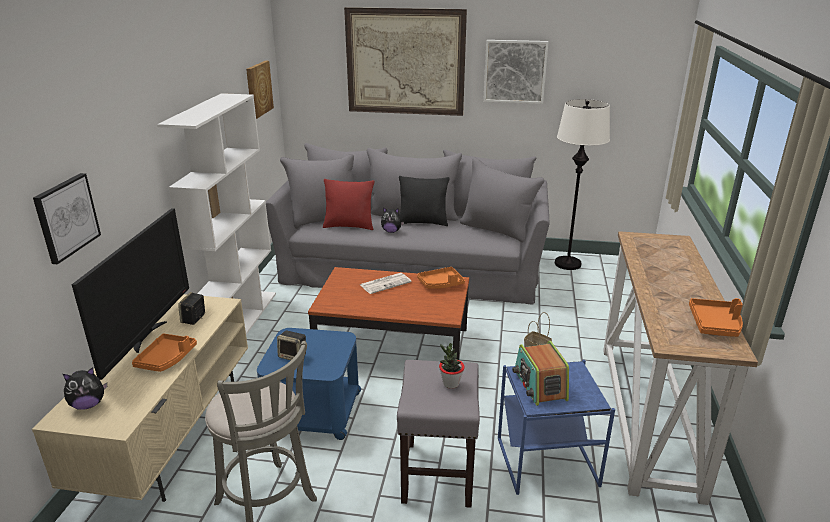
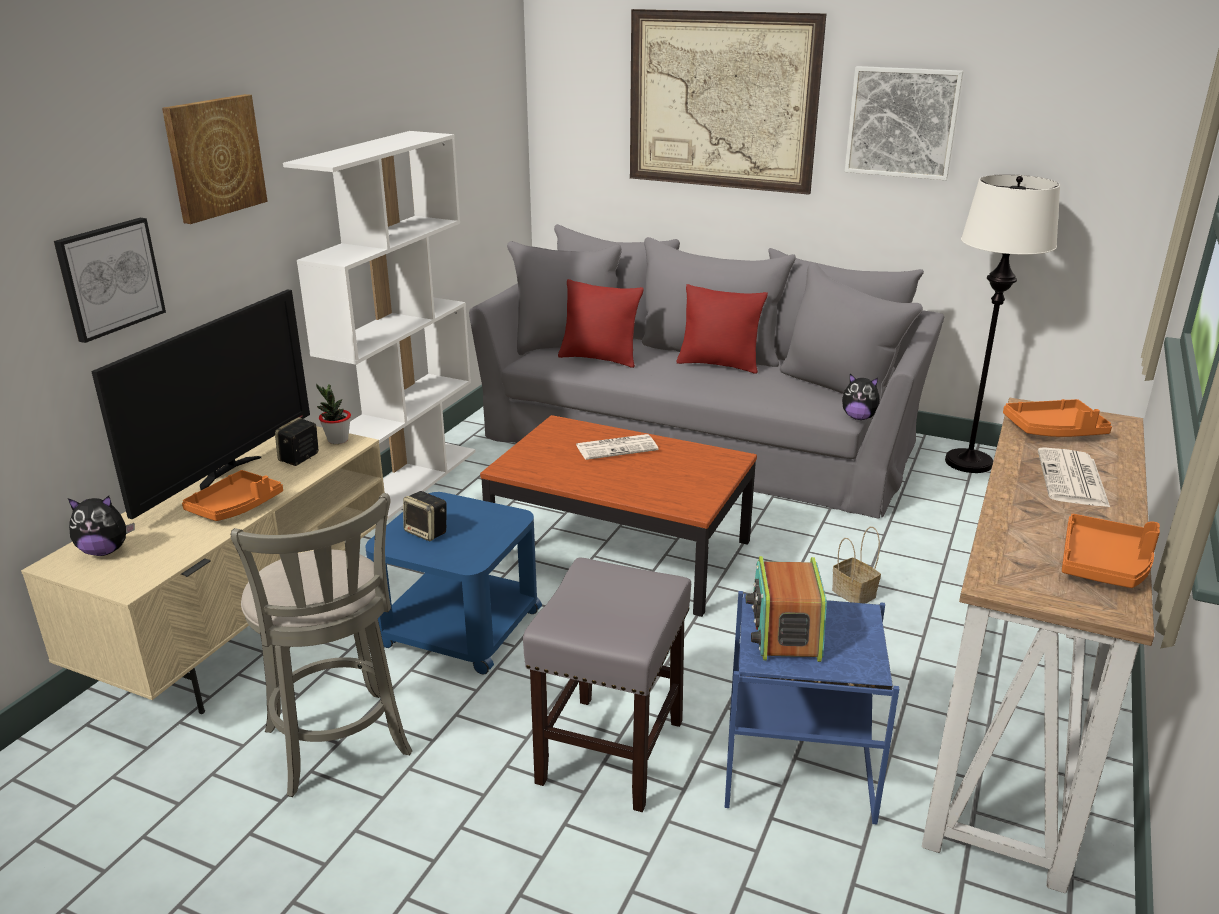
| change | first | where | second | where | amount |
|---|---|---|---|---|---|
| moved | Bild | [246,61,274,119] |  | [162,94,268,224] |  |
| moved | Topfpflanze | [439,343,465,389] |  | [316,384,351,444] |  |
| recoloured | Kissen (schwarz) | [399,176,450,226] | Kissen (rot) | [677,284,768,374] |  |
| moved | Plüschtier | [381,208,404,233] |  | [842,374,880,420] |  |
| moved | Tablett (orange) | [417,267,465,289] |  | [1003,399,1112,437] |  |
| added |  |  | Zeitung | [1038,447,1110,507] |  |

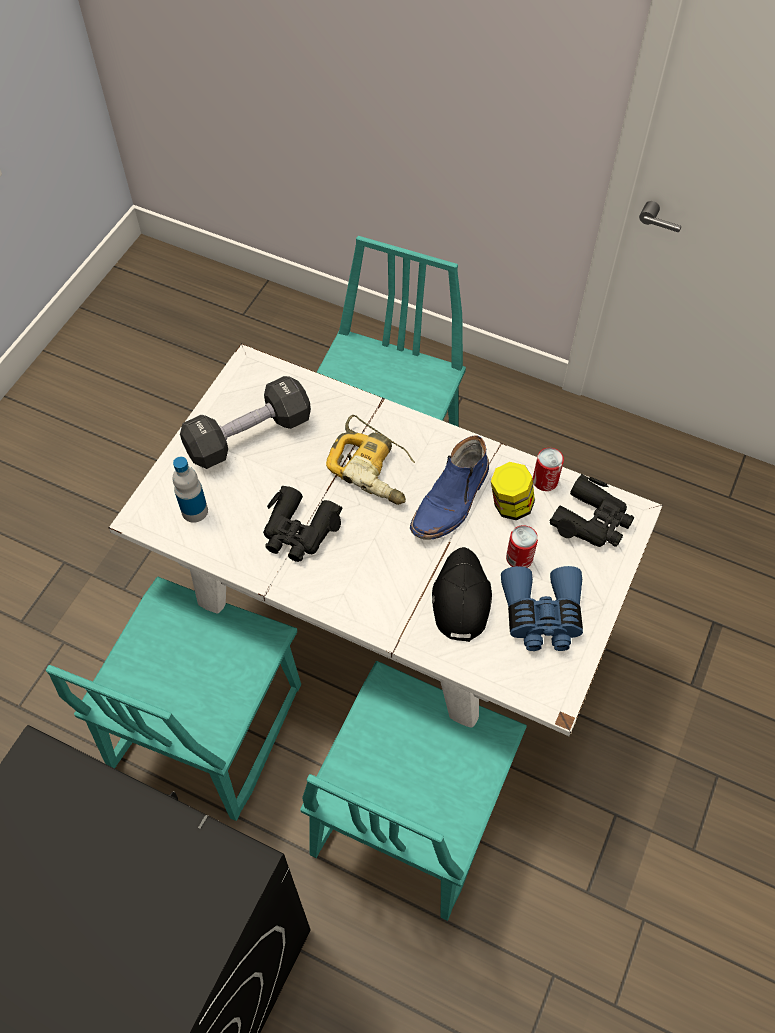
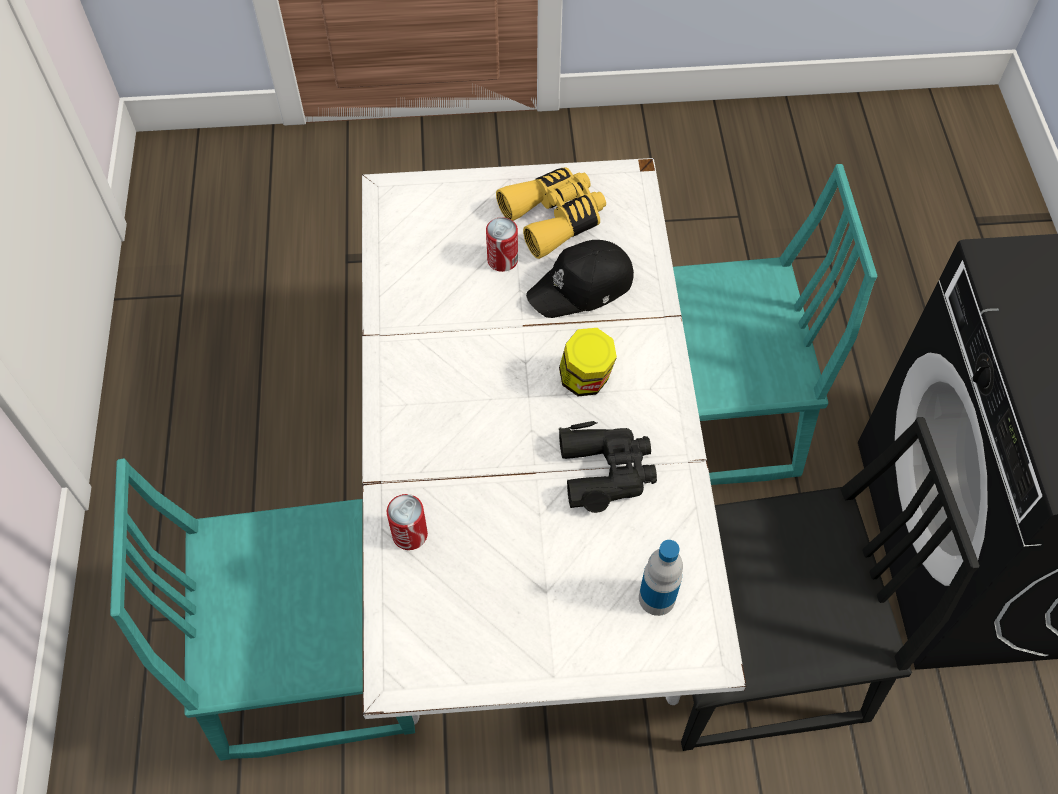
| change | first | where | second | where | amount |
|---|---|---|---|---|---|
| moved | Dose | [533,448,564,491] |  | [387,494,428,550] |  |
| recoloured | Fernglas (blau) | [501,566,583,651] | Fernglas (gelb) | [496,167,606,259] |  |
| moved | Vorratsglas | [491,462,535,520] |  | [559,328,617,396] |  |
| recoloured | Stuhl (türkis) | [46,577,301,821] | Stuhl (schwarz) | [681,417,980,751] |  |
| removed | Hantel (schwarz) | [180,376,311,469] |  |  |  |
| removed | Bohrmaschine | [326,415,415,505] |  |  |  |
| removed | Stiefel (blau) | [410,435,489,540] |  |  |  |
| removed | Fernglas (schwarz) | [550,474,634,547] |  |  |  |

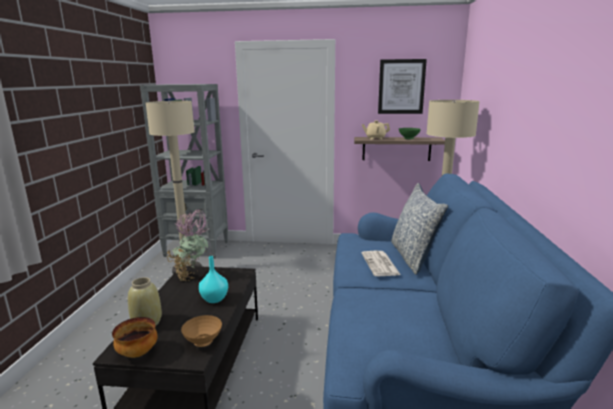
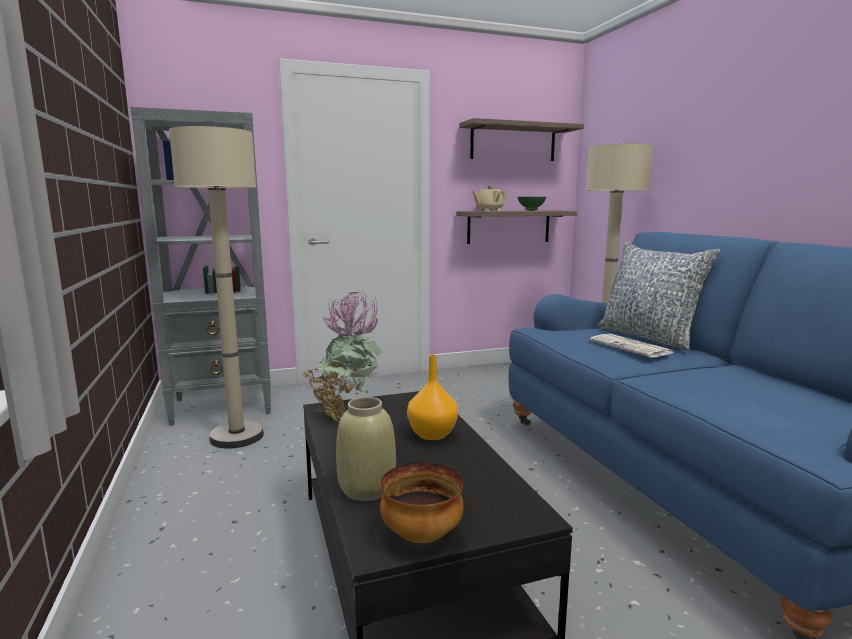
| change | first | where | second | where | amount |
|---|---|---|---|---|---|
| recoloured | Vase (türkis) | [199,256,228,303] | Vase (orange) | [407,355,458,440] |  |
| replaced | Bild | [378,59,427,114] | Wandregal | [459,118,584,161] |  |
| removed | Schüssel (braun) | [181,315,222,347] |  |  |  |

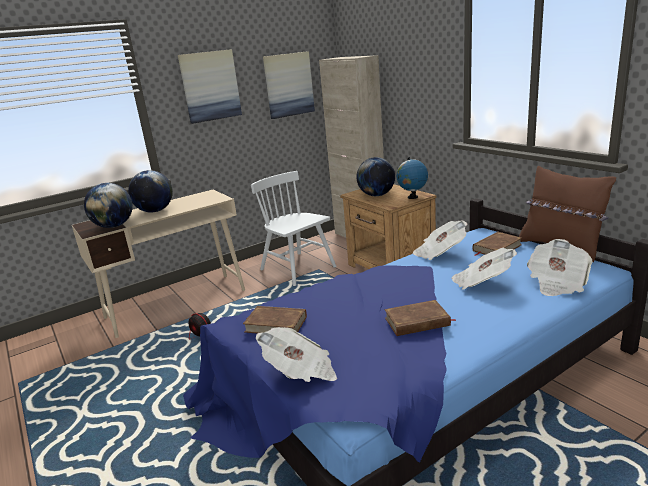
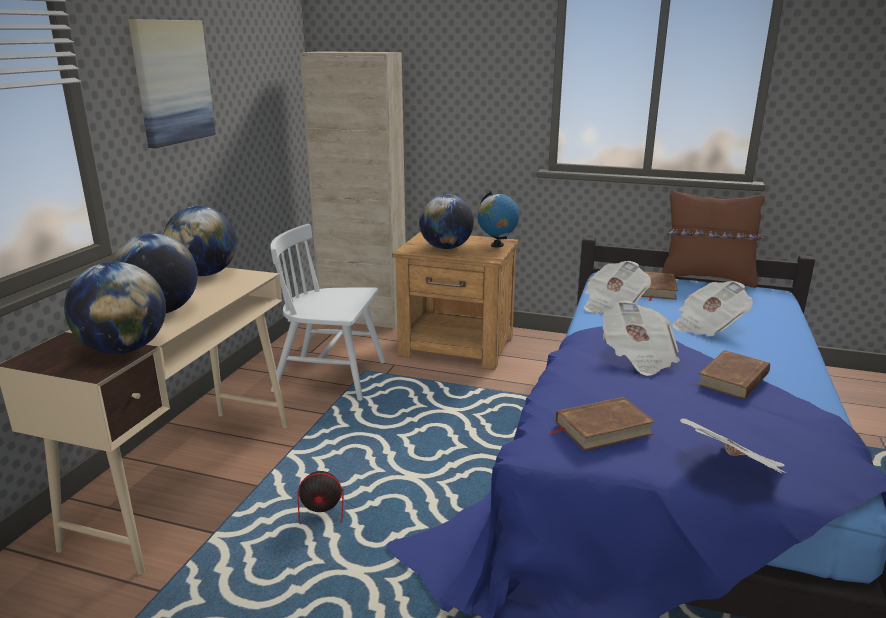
| change | first | where | second | where | amount |
|---|---|---|---|---|---|
| added |  |  | Globus | [163,206,237,276] |  |
| moved | Zeitung | [527,239,593,296] |  | [602,300,680,376] |  |
| removed | Bild | [263,51,315,119] |  |  |  |

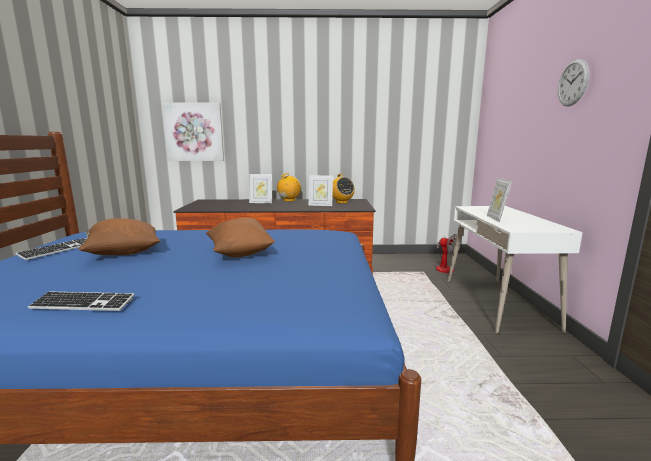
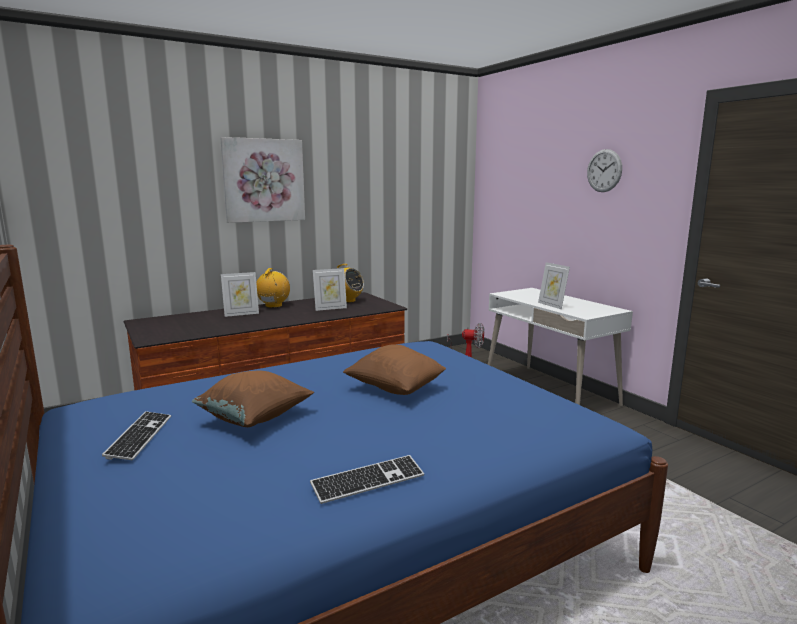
| change | first | where | second | where | amount |
|---|---|---|---|---|---|
| moved | Bild | [162,102,224,161] |  | [220,137,305,223] |  |

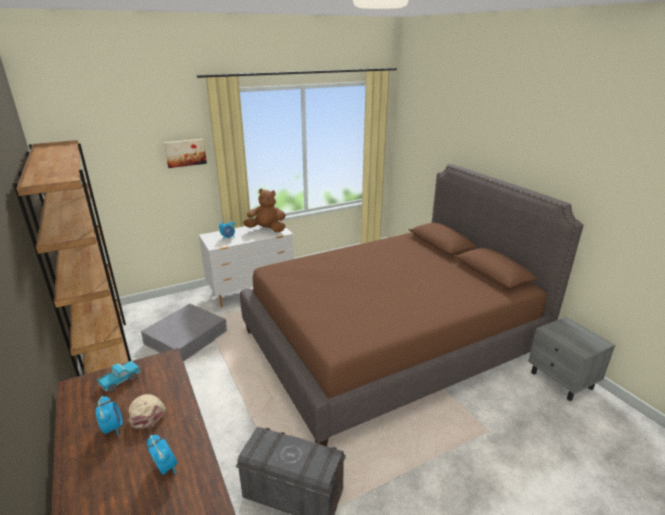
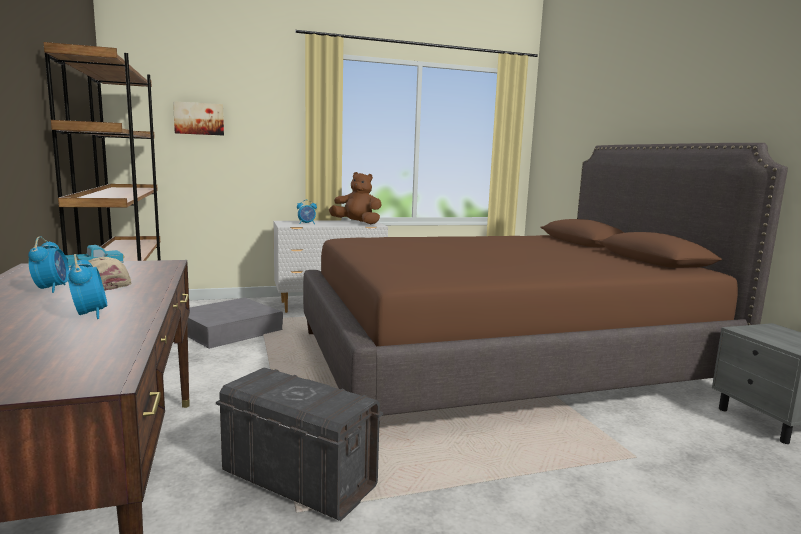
| change | first | where | second | where | amount |
|---|---|---|---|---|---|
| moved | Bild | [164,139,207,168] |  | [173,101,224,136] |  |

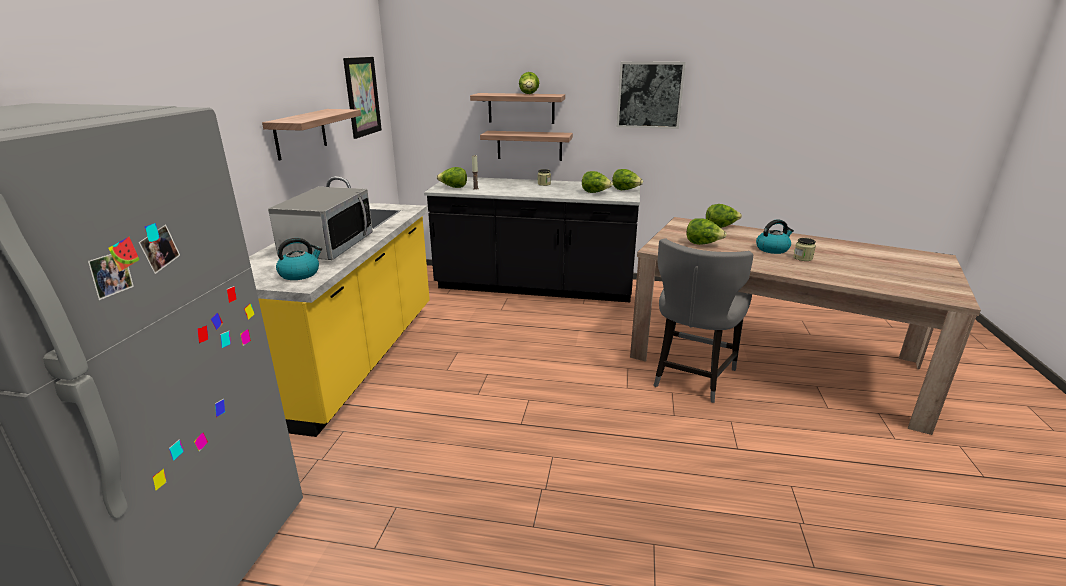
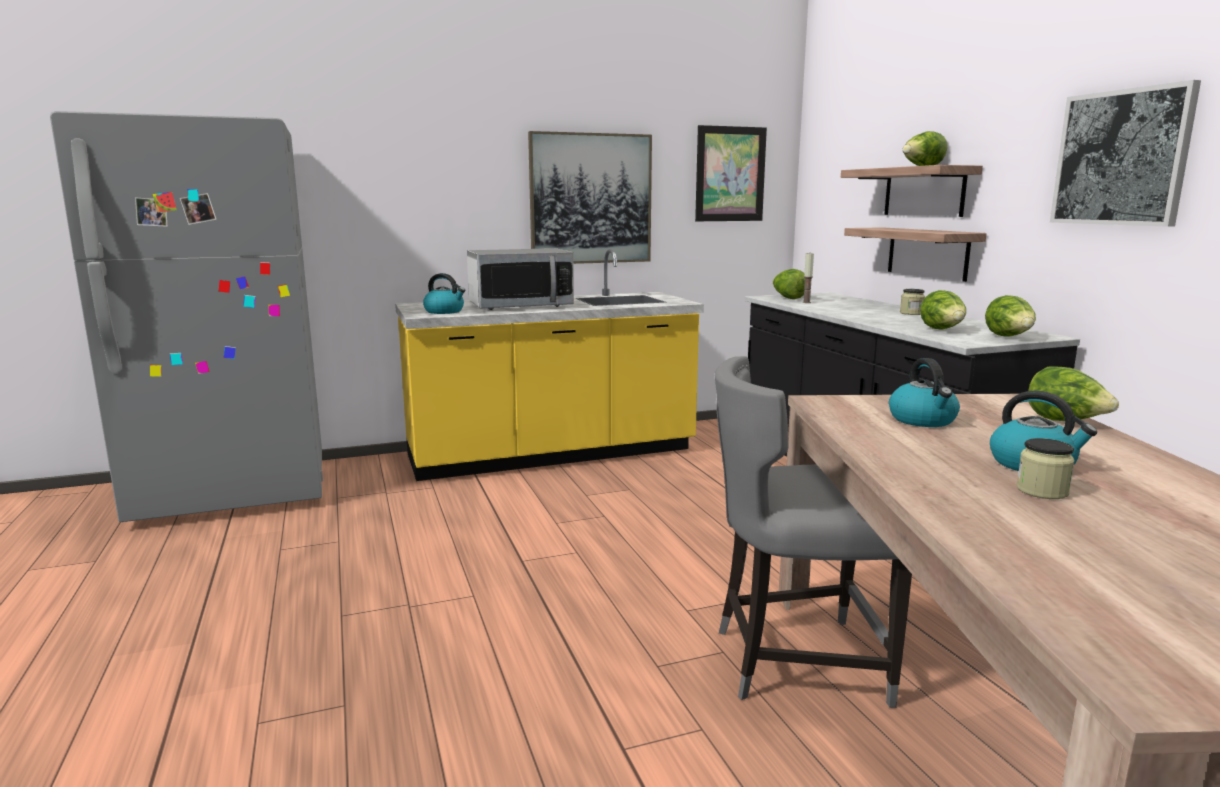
| change | first | where | second | where | amount |
|---|---|---|---|---|---|
| replaced | Wandregal | [262,109,361,161] | Bild | [528,131,652,264] |  |
| replaced | Salatkopf | [686,218,727,245] | Wasserkessel | [889,358,960,427] |  |

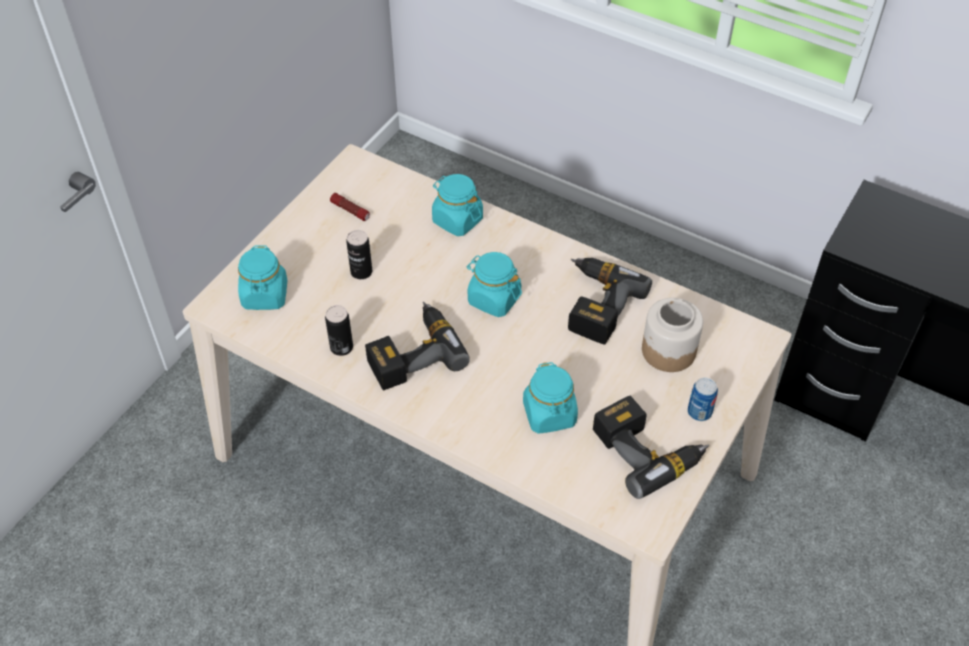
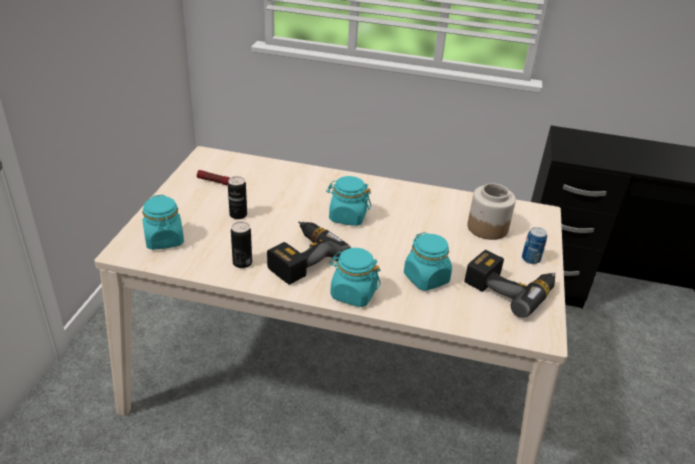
| change | first | where | second | where | amount |
|---|---|---|---|---|---|
| moved | Vorratsglas (türkis) | [432,174,483,236] |  | [329,248,381,307] |  |
| removed | Bohrmaschine | [568,258,652,345] |  |  |  |

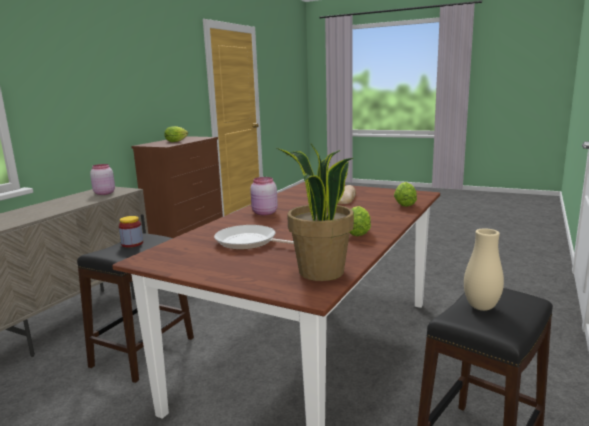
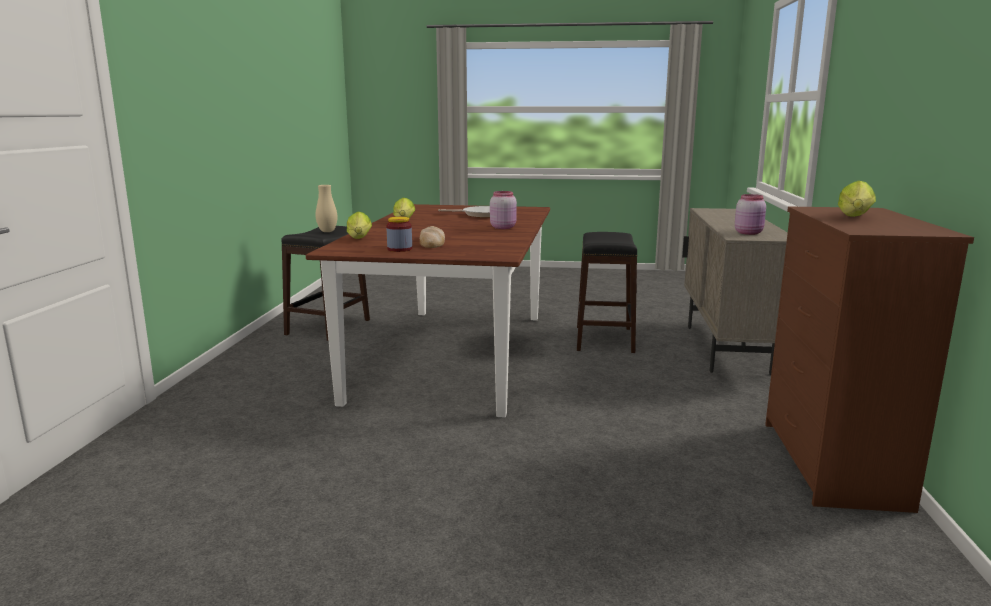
| change | first | where | second | where | amount |
|---|---|---|---|---|---|
| moved | Vorratsglas | [119,216,143,247] |  | [386,217,412,252] |  |
| removed | Topfpflanze | [277,144,354,281] |  |  |  |

